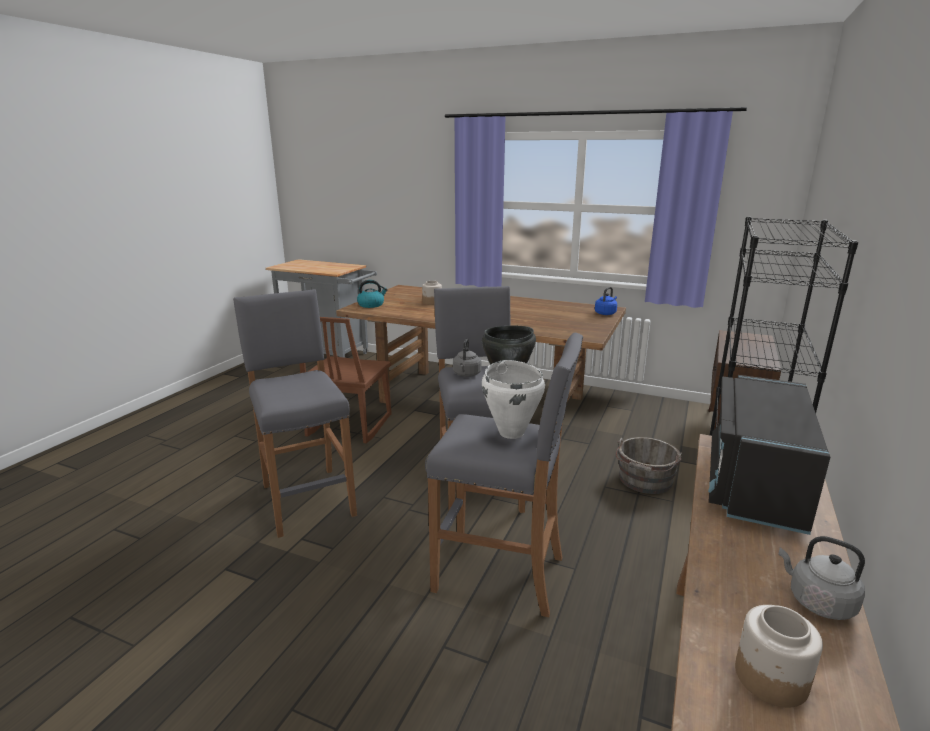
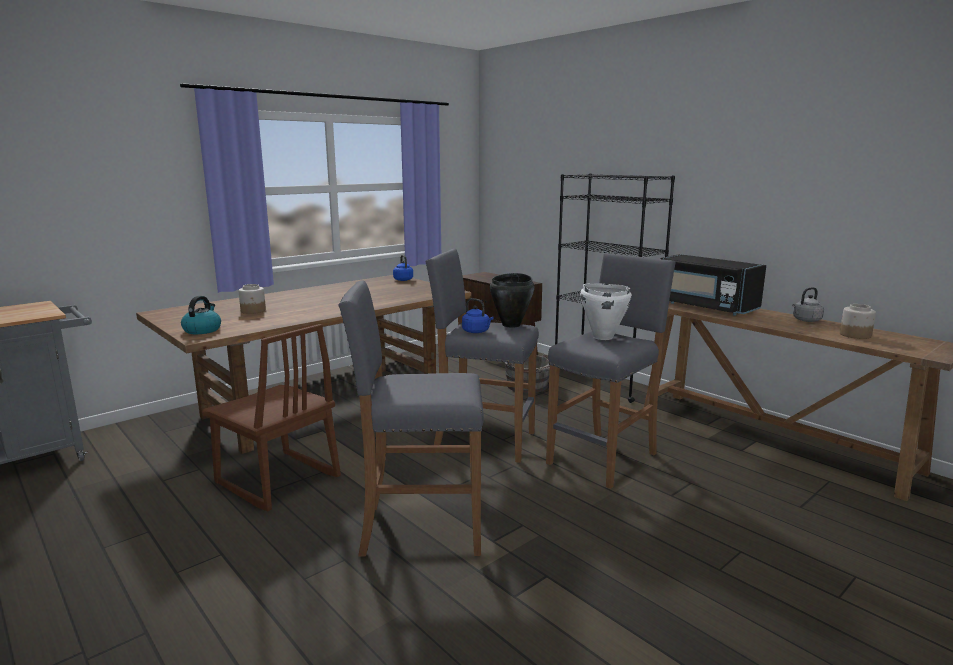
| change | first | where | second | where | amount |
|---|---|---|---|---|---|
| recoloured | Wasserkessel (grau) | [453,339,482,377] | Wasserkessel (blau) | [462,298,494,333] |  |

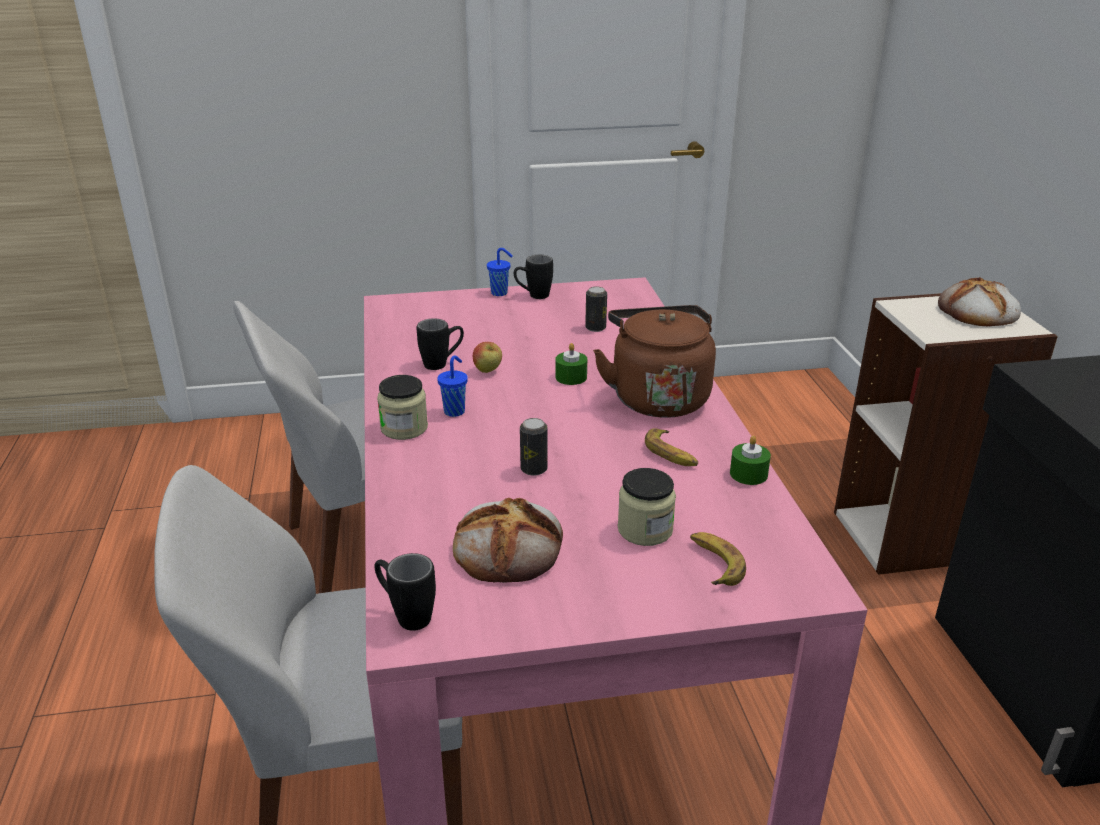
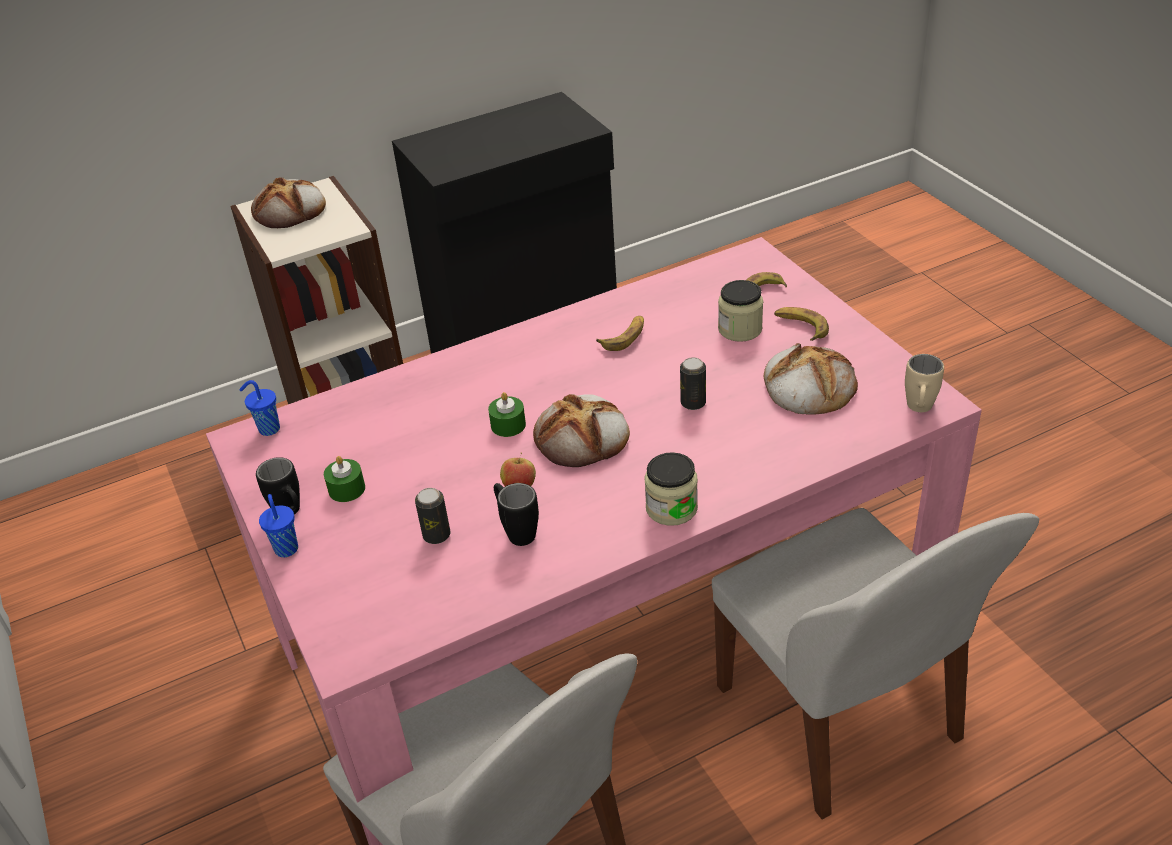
| change | first | where | second | where | amount |
|---|---|---|---|---|---|
| moved | Tasse (blau) | [437,355,468,417] |  | [239,380,280,436] |  |
| moved | Kerze (grün) | [730,436,771,485] |  | [324,456,365,502] |  |
| moved | Dose | [585,286,607,332] |  | [415,488,450,544] |  |
| added |  |  | Brot | [533,394,630,467] |  |
| added |  |  | Banane | [774,307,829,341] |  |
| recoloured | Henkelbecher (schwarz) | [374,553,436,631] | Henkelbecher (beige) | [905,354,944,412] |  |
| removed | Wasserkessel (braun) | [593,305,716,418] |  |  |  |

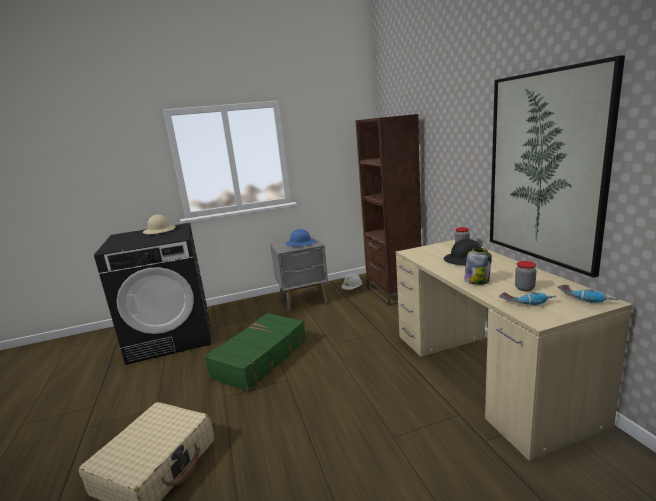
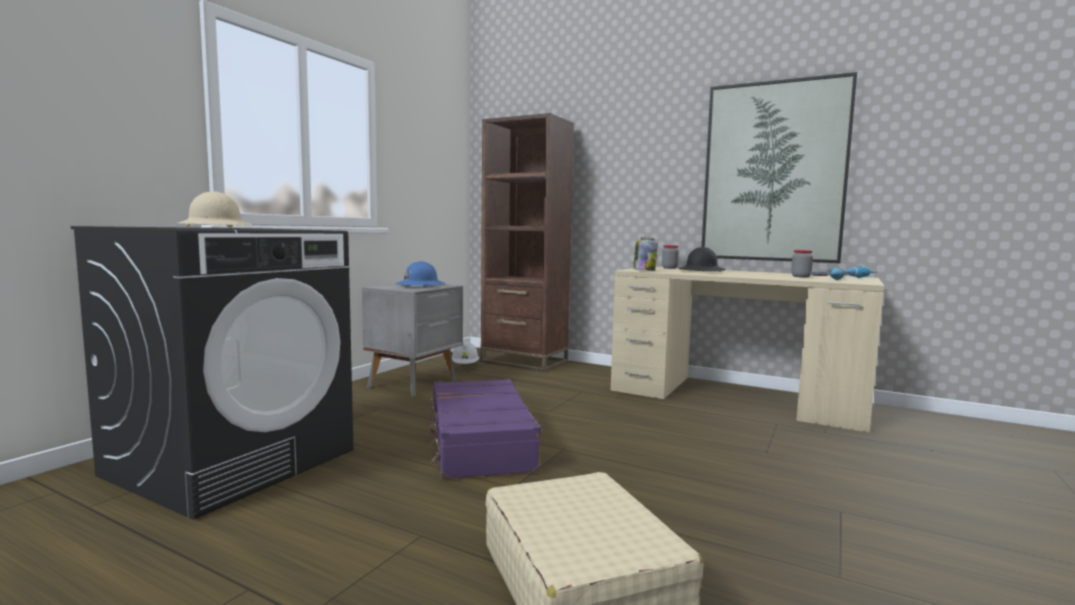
| change | first | where | second | where | amount |
|---|---|---|---|---|---|
| recoloured | Koffer (grün) | [204,313,307,392] | Koffer (lila) | [427,379,541,479] |  |
| moved | Vorratsglas | [464,248,492,285] |  | [633,237,658,271] |  |

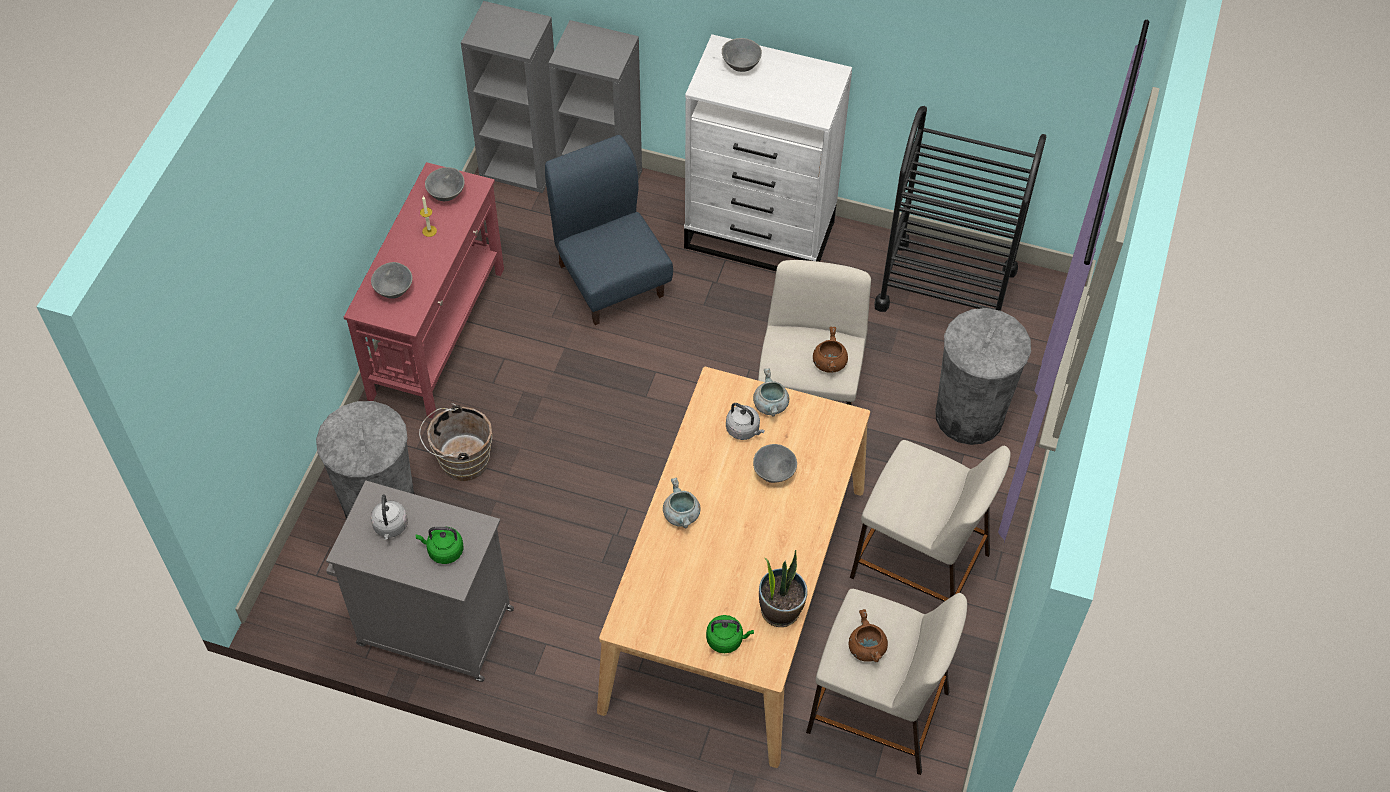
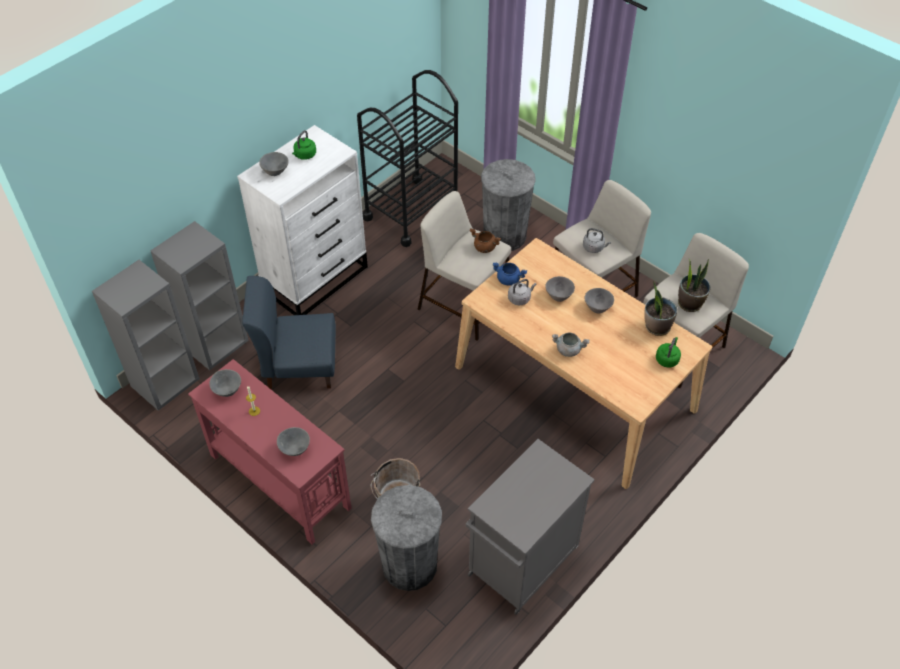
| change | first | where | second | where | amount |
|---|---|---|---|---|---|
| moved | Wasserkessel (grün) | [416,527,464,564] |  | [292,130,316,160] |  |
| recoloured | Kochtopf (grau) | [753,368,789,417] | Kochtopf (blau) | [493,263,527,286] |  |
| moved | Wasserkessel (grau) | [371,495,408,539] |  | [583,228,611,253] |  |
| added |  |  | Schüssel (grau) | [584,288,614,314] |  |
| replaced | Kochtopf (braun) | [849,609,888,662] | Topfpflanze | [678,259,711,312] |  |

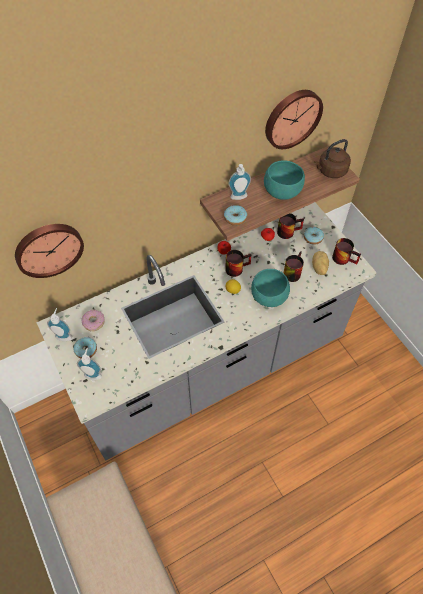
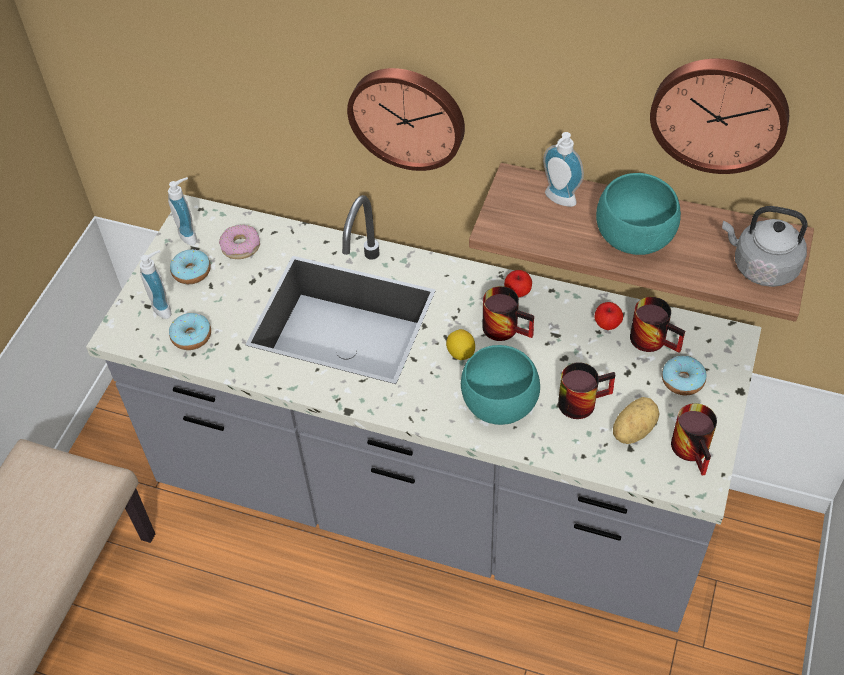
| change | first | where | second | where | amount |
|---|---|---|---|---|---|
| moved | Donut | [224,205,247,226] |  | [169,313,211,350] |  |
| moved | Wanduhr | [15,224,84,278] |  | [347,68,465,171] |  |
| recoloured | Wasserkessel (braun) | [314,139,351,178] | Wasserkessel (grau) | [722,206,808,287] |  |

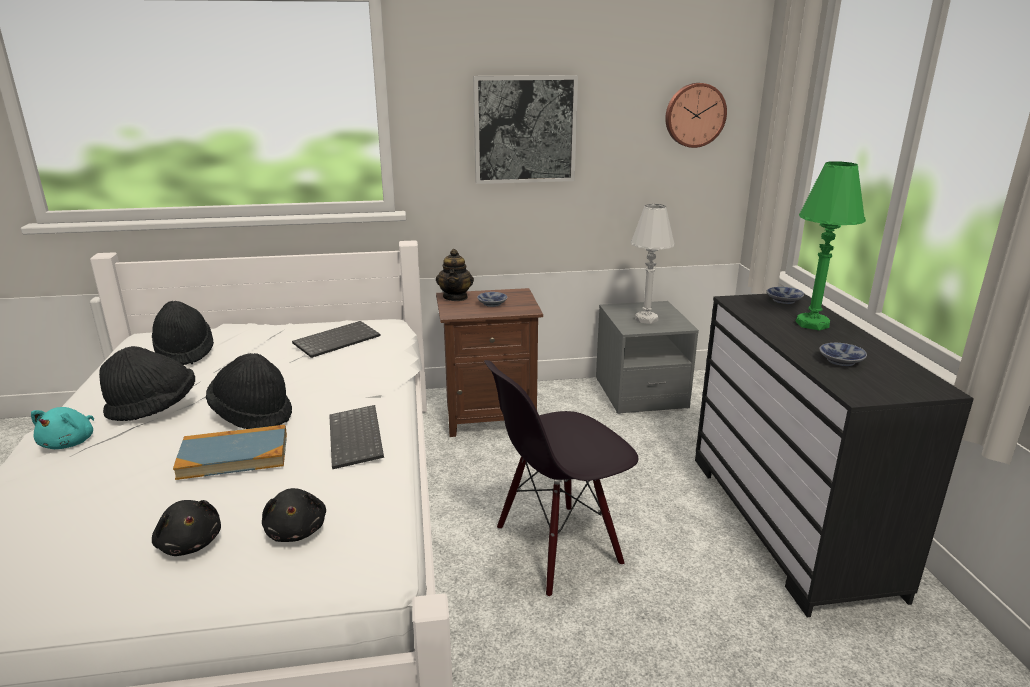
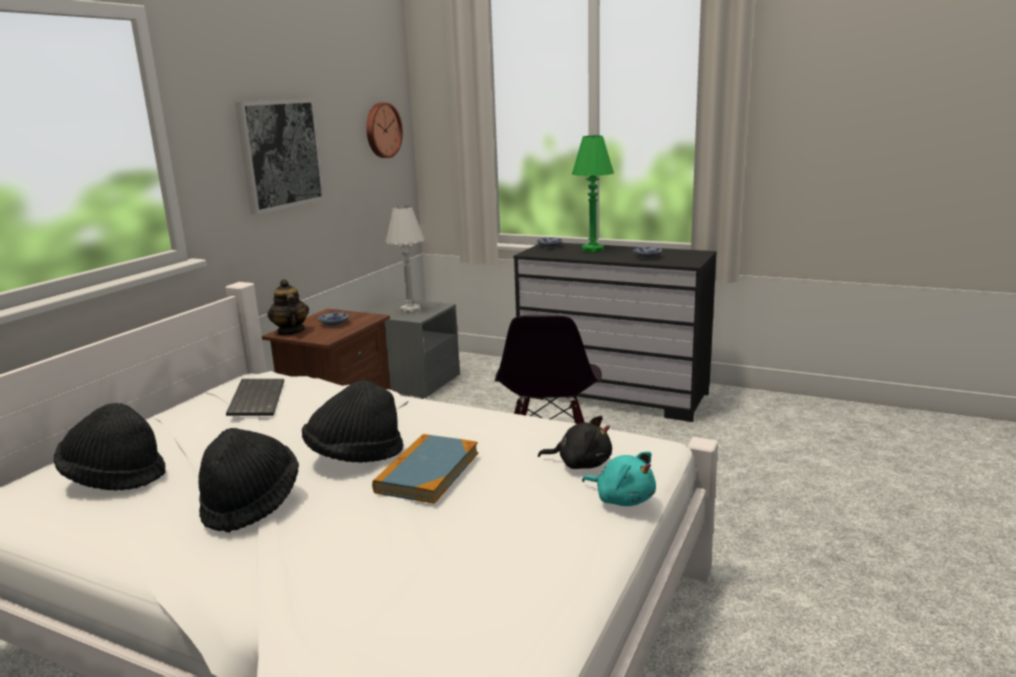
| change | first | where | second | where | amount |
|---|---|---|---|---|---|
| turned | Teekanne | [436,249,474,301] |  | [267,279,309,336] | 150 degrees counterclockwise |
| moved | Plüschtier (türkis) | [31,407,94,449] |  | [582,451,656,506] |  |
| removed | Plüschtier (schwarz) | [152,500,221,556] |  |  |  |
| removed | Tastatur | [329,405,384,469] |  |  |  |

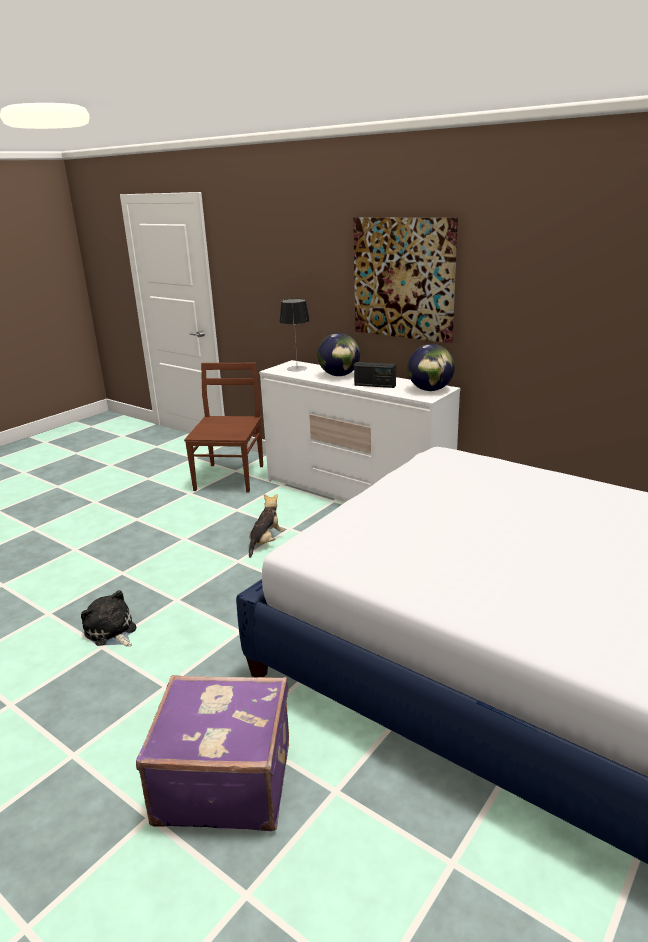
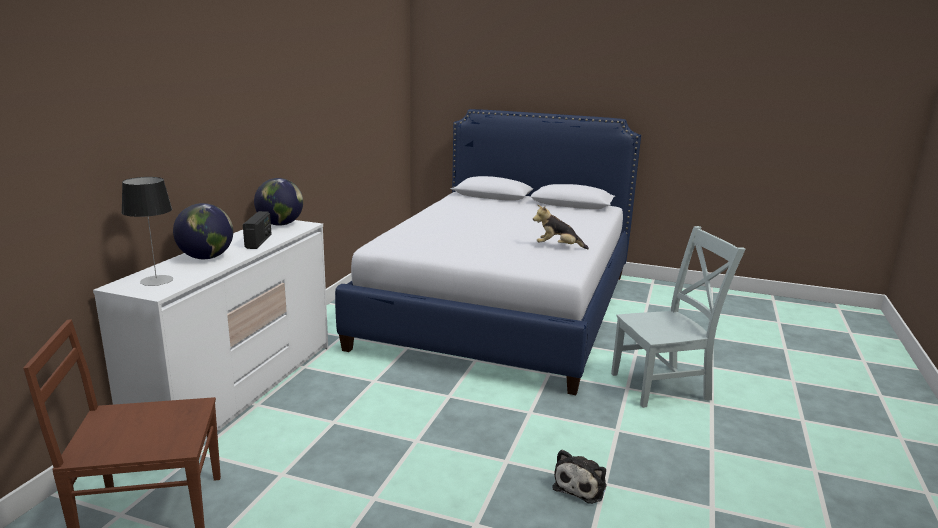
| change | first | where | second | where | amount |
|---|---|---|---|---|---|
| moved | Plüschtier | [249,494,284,558] |  | [533,205,589,249] |  |
| replaced | Koffer (lila) | [136,675,289,831] | Stuhl (grau) | [611,226,746,408] |  |
| removed | Bild | [353,217,458,343] |  |  |  |

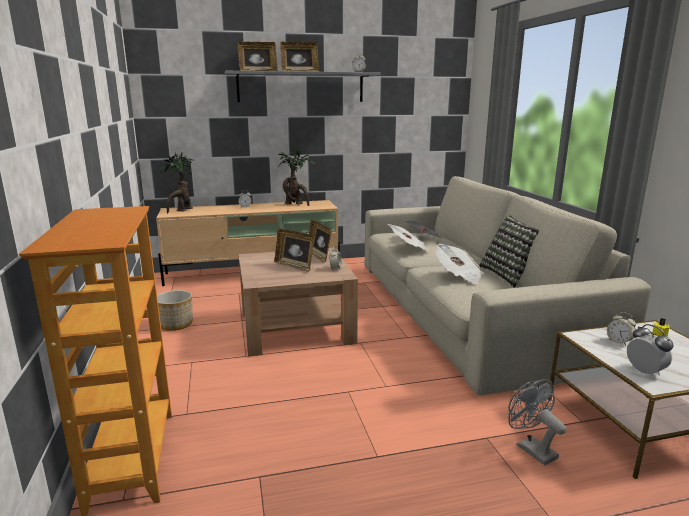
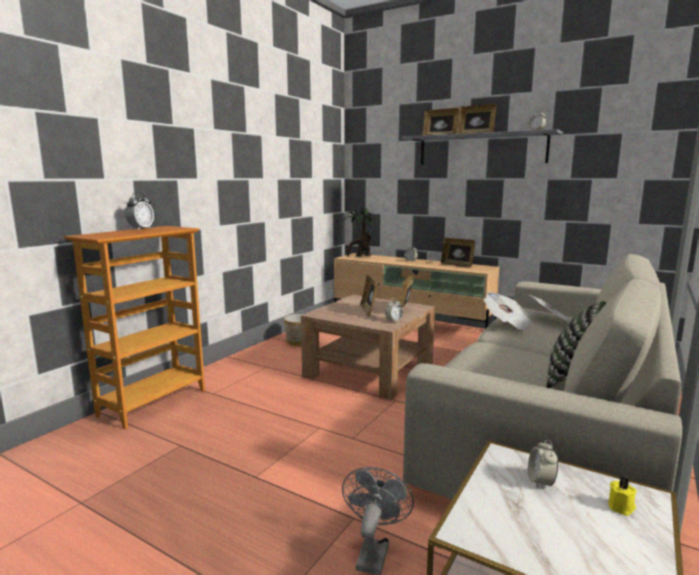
| change | first | where | second | where | amount |
|---|---|---|---|---|---|
| moved | Wecker | [627,324,673,376] |  | [125,192,154,230] |  |
| replaced | Topfpflanze | [278,147,315,206] | Bilderrahmen | [441,238,475,268] |  |
| removed | Zeitung | [435,244,484,284] |  |  |  |

